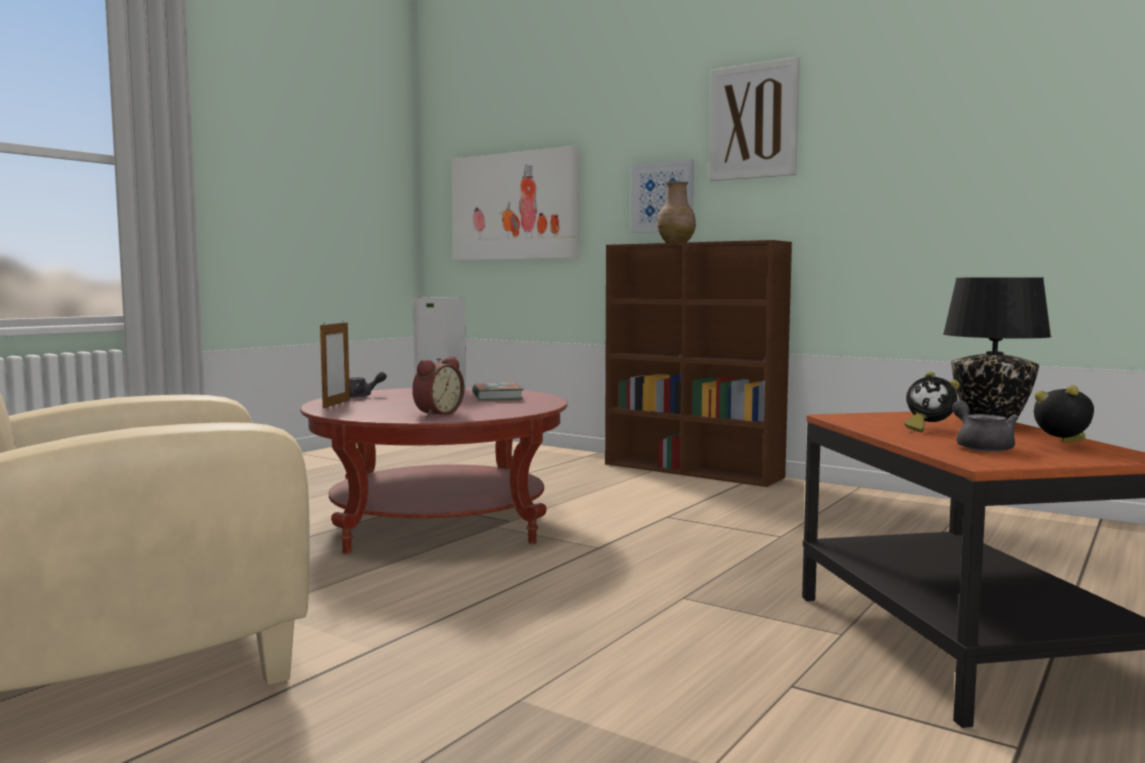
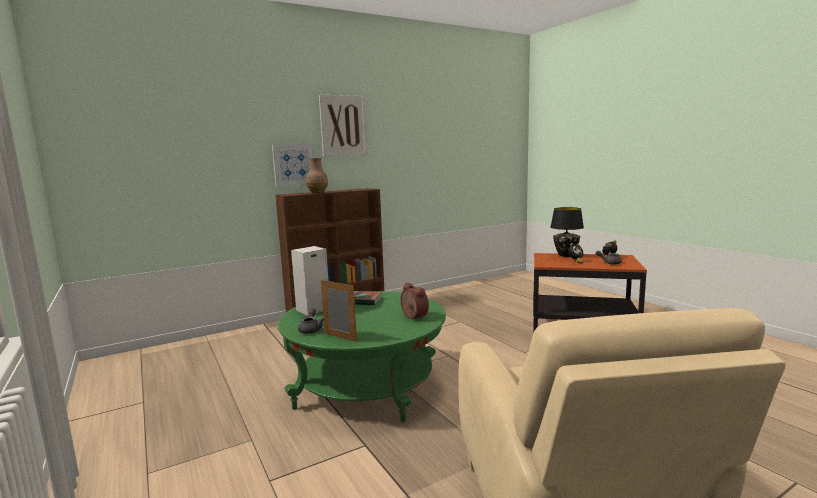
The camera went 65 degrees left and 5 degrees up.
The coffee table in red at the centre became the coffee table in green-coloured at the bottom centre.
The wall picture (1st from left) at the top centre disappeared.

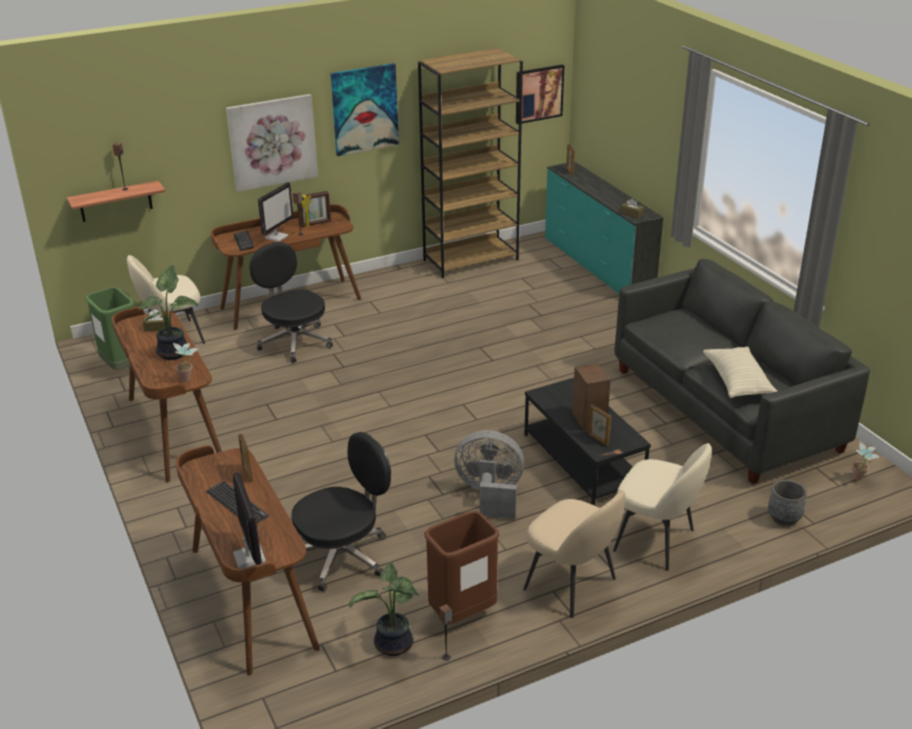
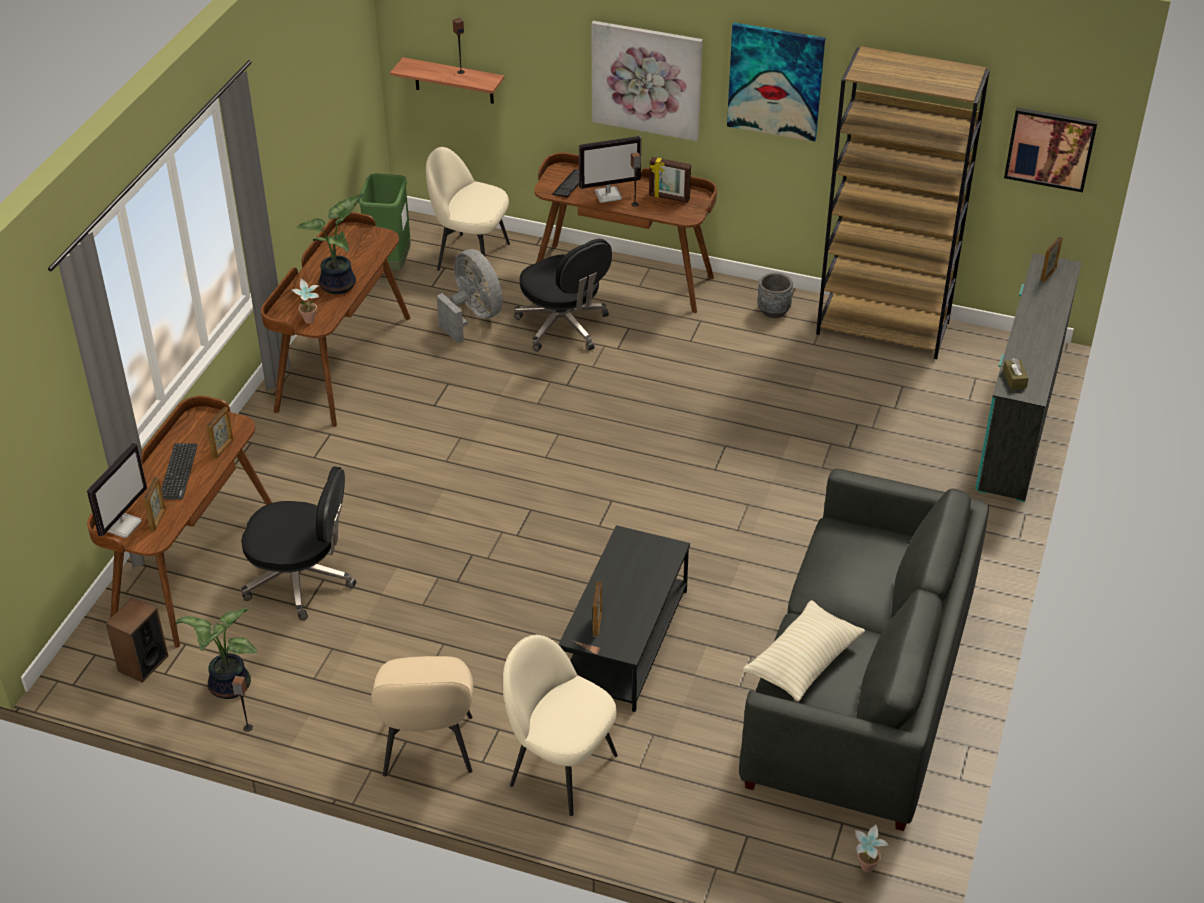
The camera went 45 degrees right and 10 degrees up.
The loudspeaker (4th from left in the first image) moved from the centre to the bottom left.
The photo frame (1st from left) at the middle left appeared.
The cooling fan in grey moved from the centre to the top centre.
The plain chair in beige-coloured (3rd from left) at the bottom right turned 135 degrees clockwise.
The desk chair in black-coloured (1st from left in the first image) at the middle left turned 135 degrees clockwise.
The plant pot in grey moved from the bottom right to the top centre.
The box of tissues in brownish (1st from left) at the middle left disappeared.
The trash can in brownish at the bottom centre disappeared.

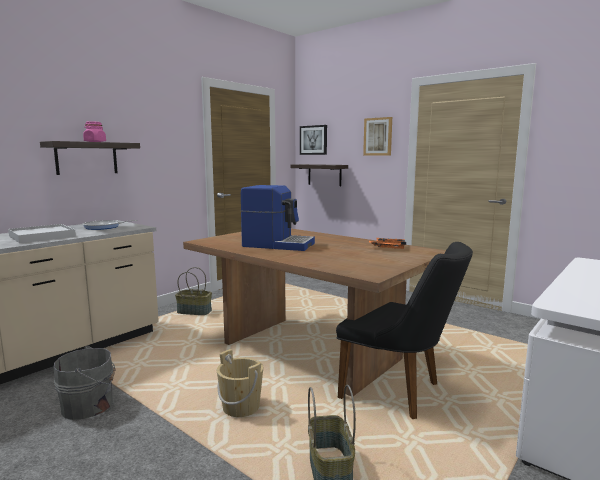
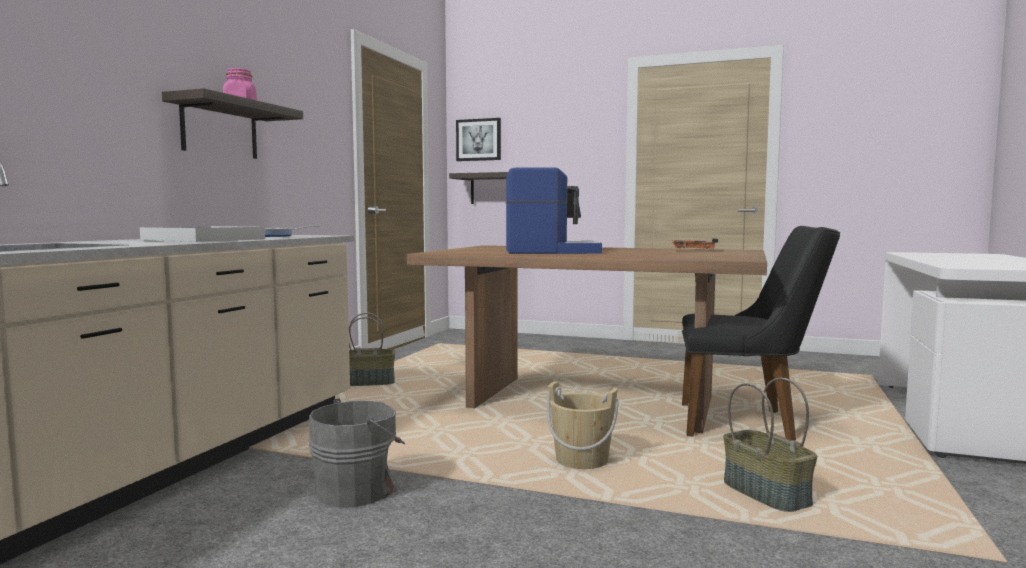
The camera went 20 degrees left and 5 degrees down.
The wall picture (2nd from left) at the top centre disappeared.

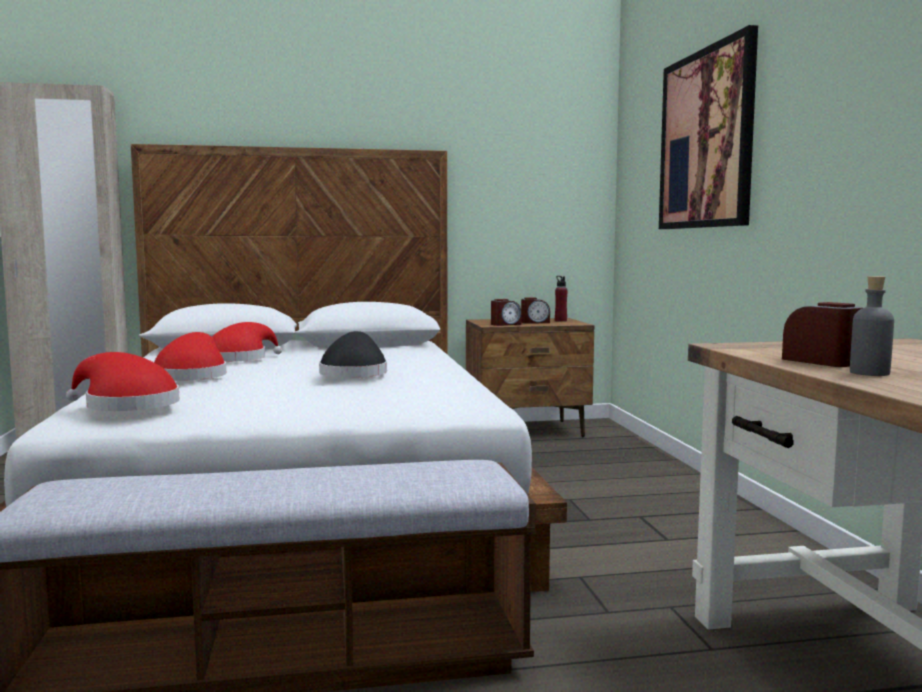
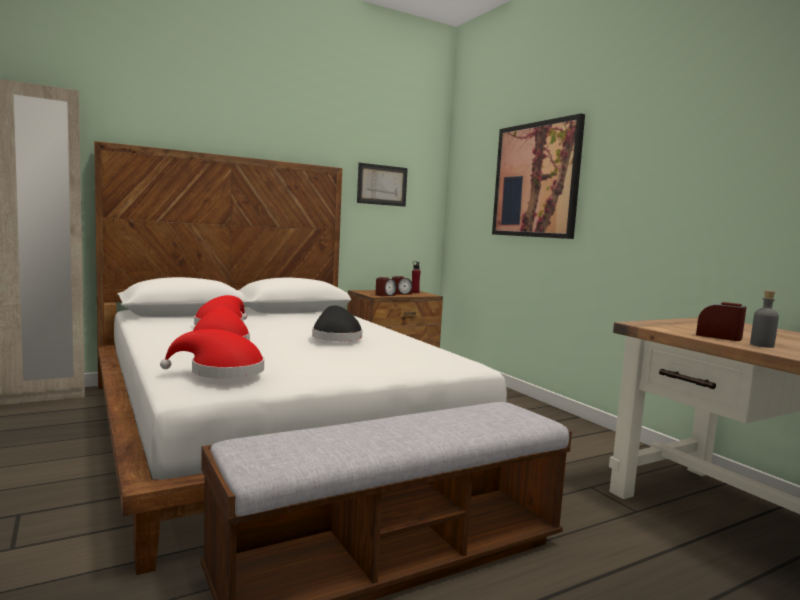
The camera went 20 degrees left and 0 degrees up.
The wall picture (1st from left) at the top centre appeared.

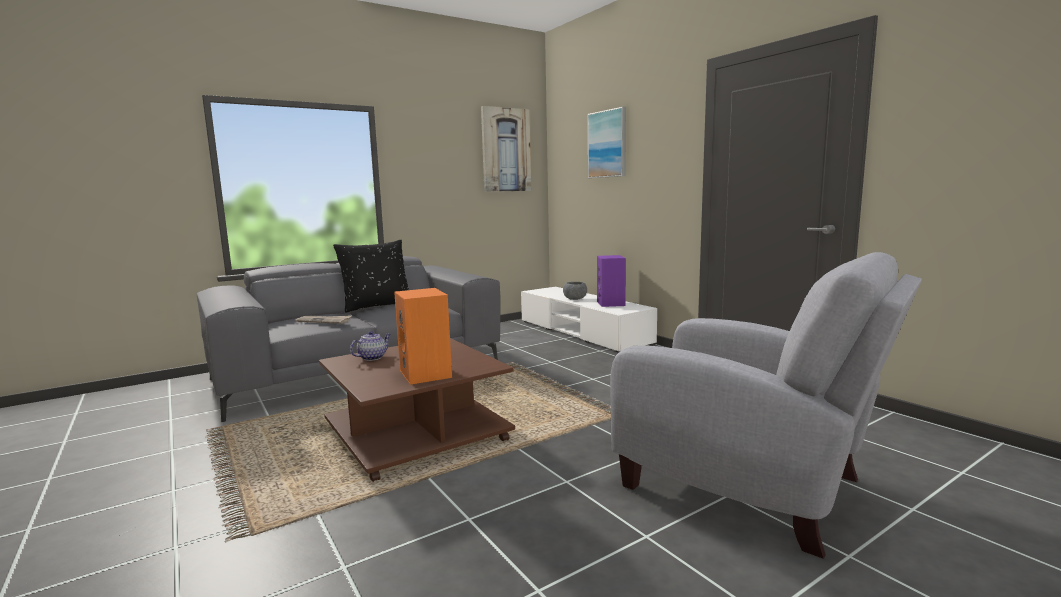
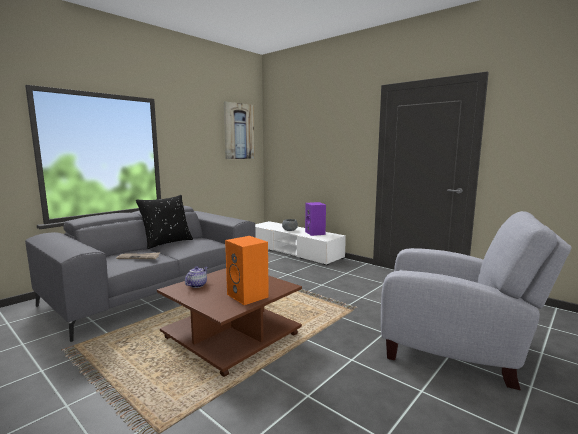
The camera went 15 degrees left and 0 degrees up.
The wall picture (2nd from left) at the top centre disappeared.

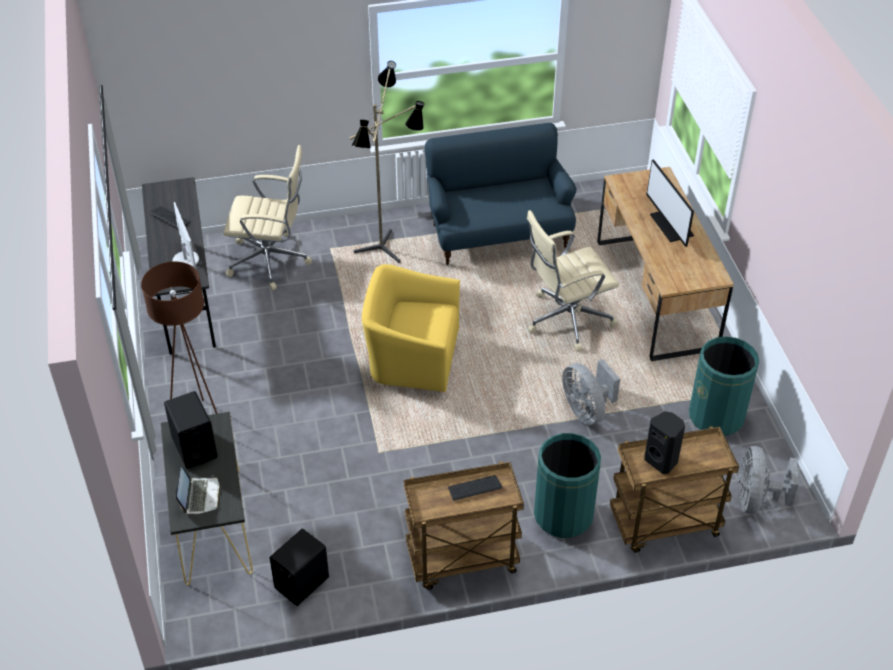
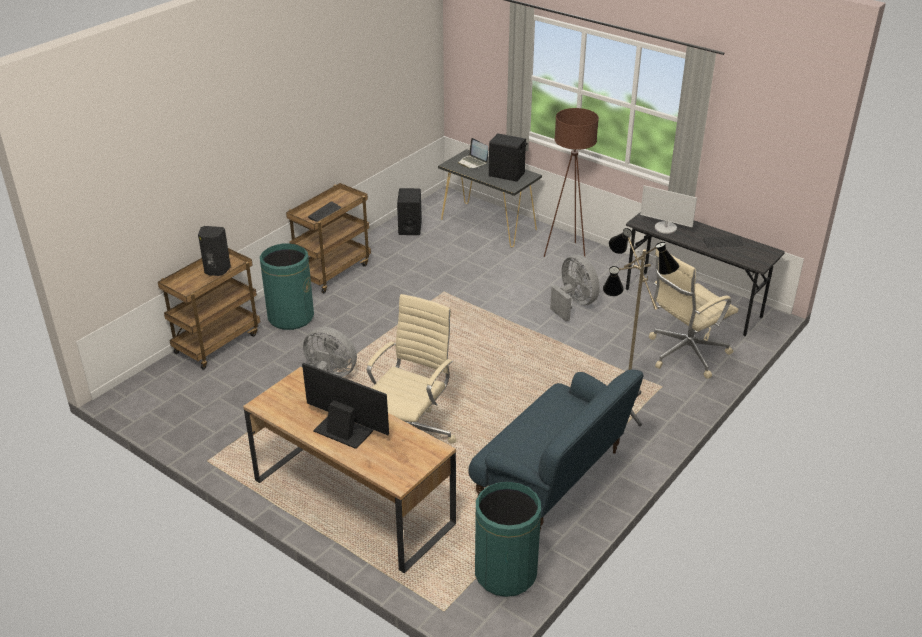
The camera went 140 degrees right and 10 degrees down.
The trash can in green-coloured (2nd from left) moved from the middle right to the bottom centre.
The cooling fan in grey (2nd from left) moved from the bottom right to the centre.
The lounge chair in yellow-coloured at the centre disappeared.

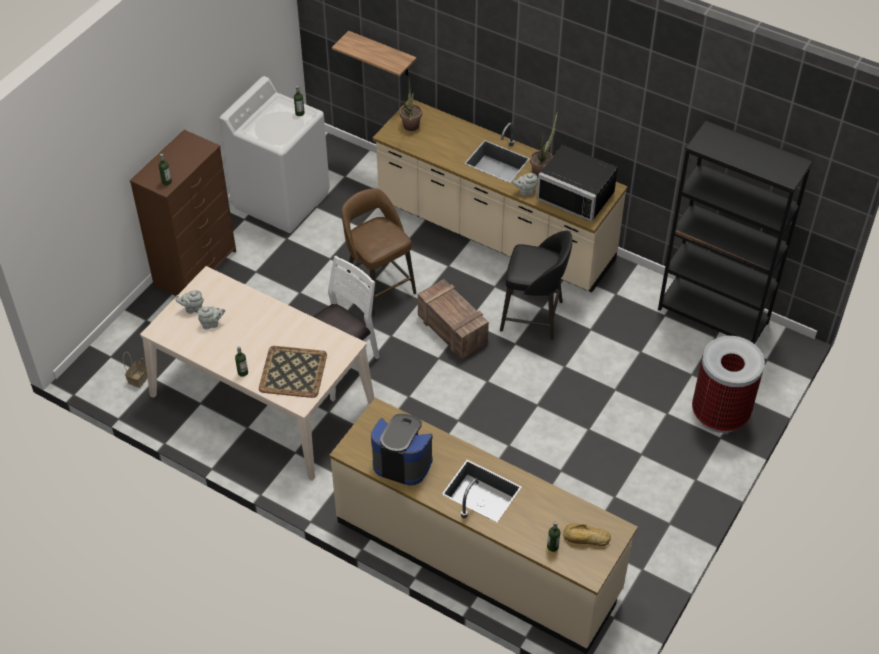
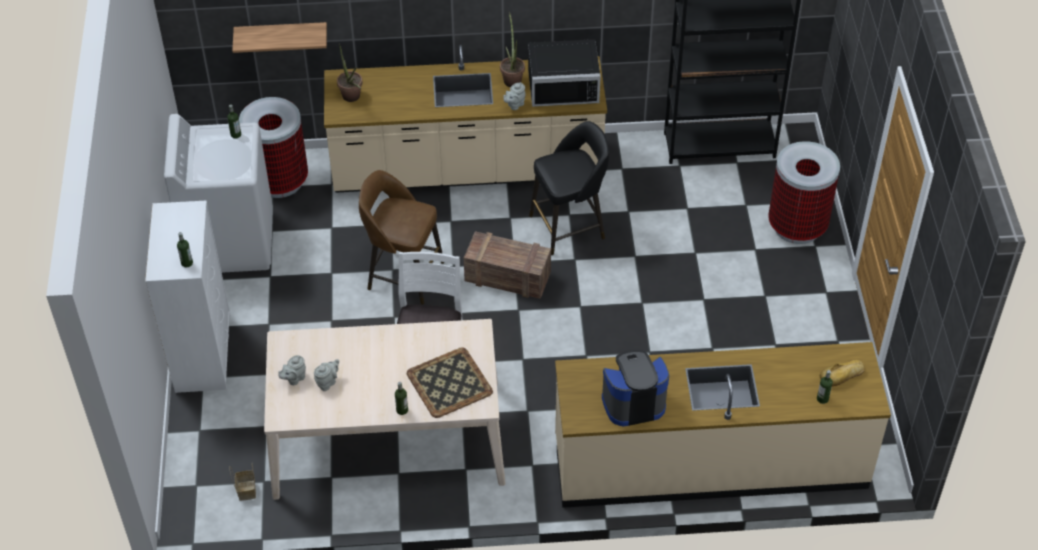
The camera went 35 degrees left and 0 degrees up.
The dresser in brownish at the top left became the dresser in whitish at the middle left.
The trash can (1st from left) at the top left appeared.

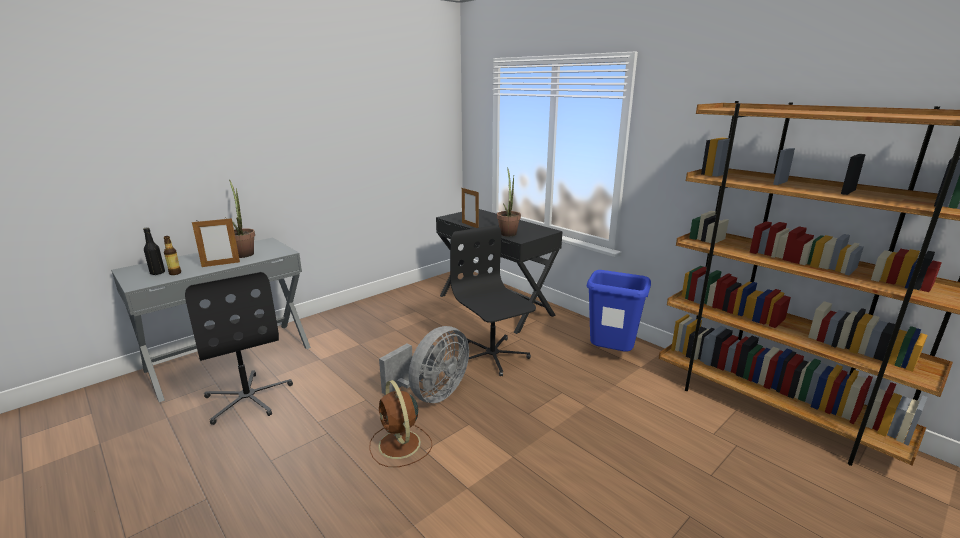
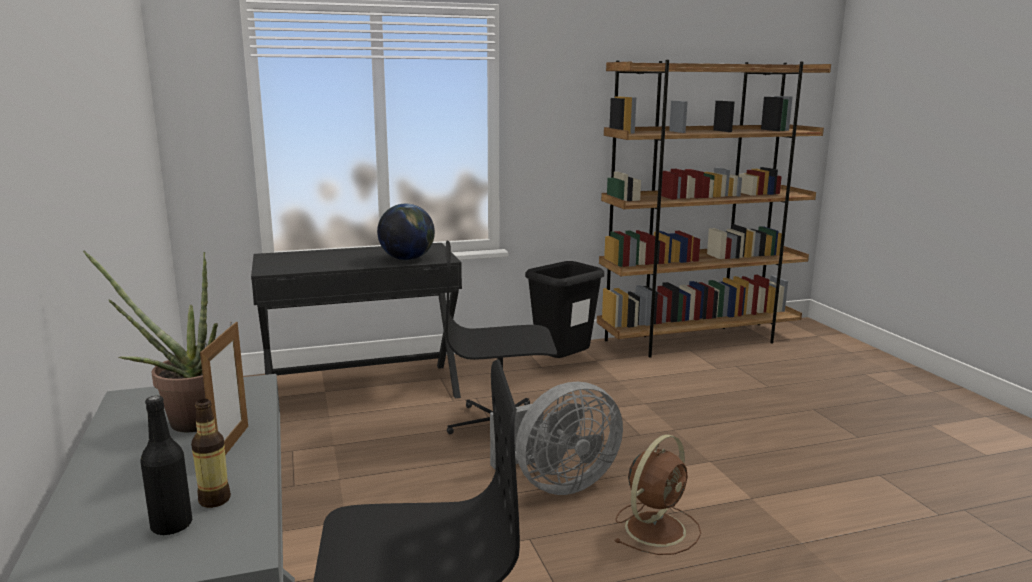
The camera went 65 degrees left and 5 degrees down.
The houseplant (2nd from left) at the centre was replaced by the globe at the centre.
The cooling fan in grey at the bottom centre turned 90 degrees clockwise.
The trash can in blue at the centre became the trash can in black-coloured at the centre.
The cooling fan in brownish at the bottom centre turned 45 degrees counterclockwise.
The photo frame (2nd from left) at the centre disappeared.

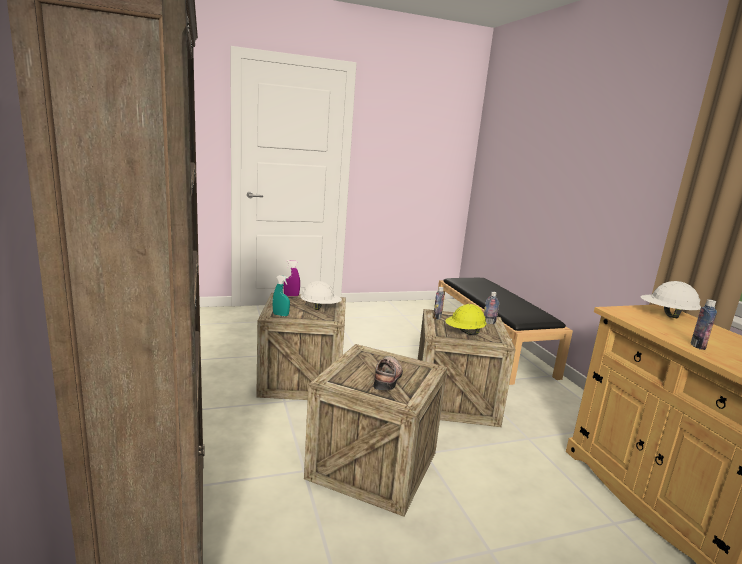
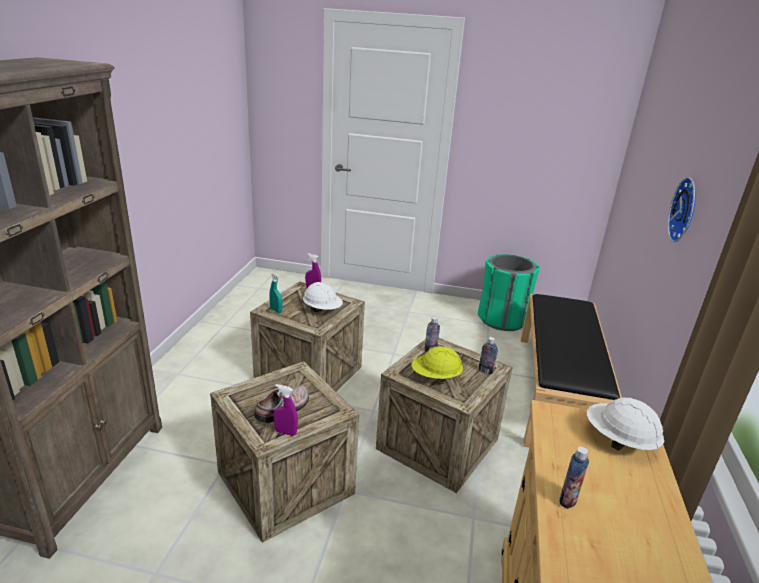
The camera went 30 degrees right and 10 degrees up.
The spray bottle in purple-coloured (1st from left) at the bottom centre appeared.
The trash can in green-coloured at the middle right appeared.
The wall clock at the middle right appeared.

